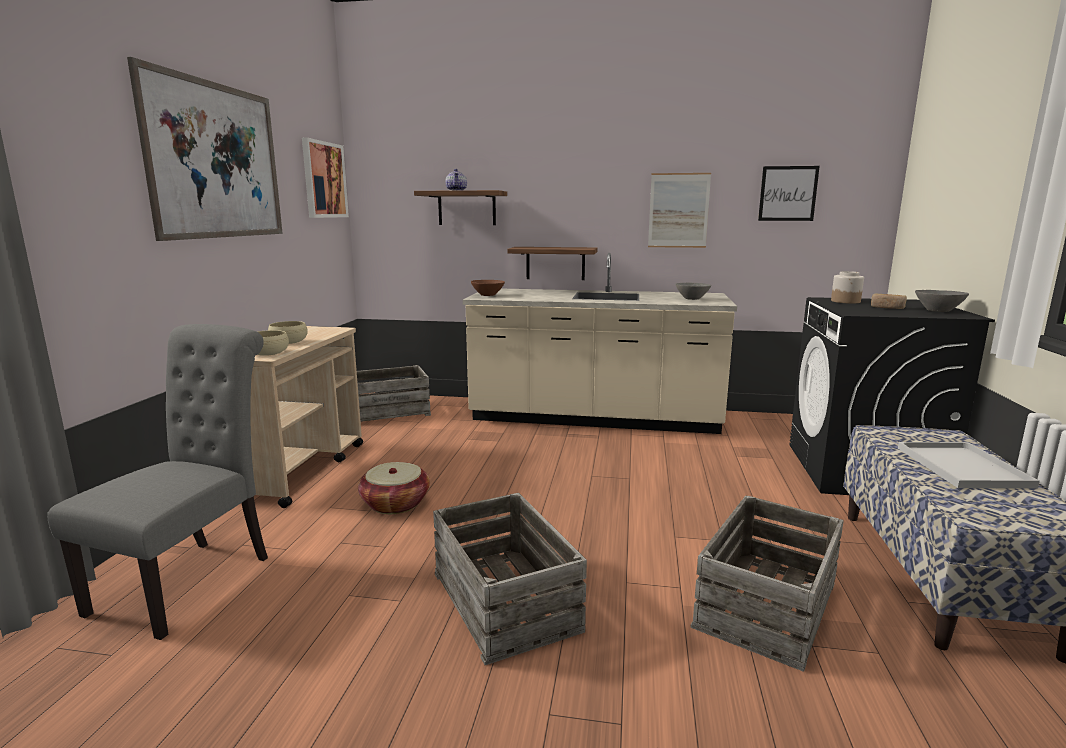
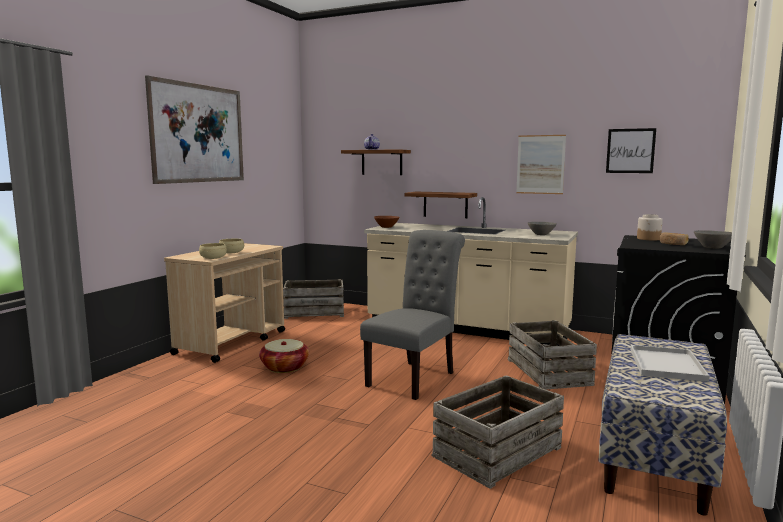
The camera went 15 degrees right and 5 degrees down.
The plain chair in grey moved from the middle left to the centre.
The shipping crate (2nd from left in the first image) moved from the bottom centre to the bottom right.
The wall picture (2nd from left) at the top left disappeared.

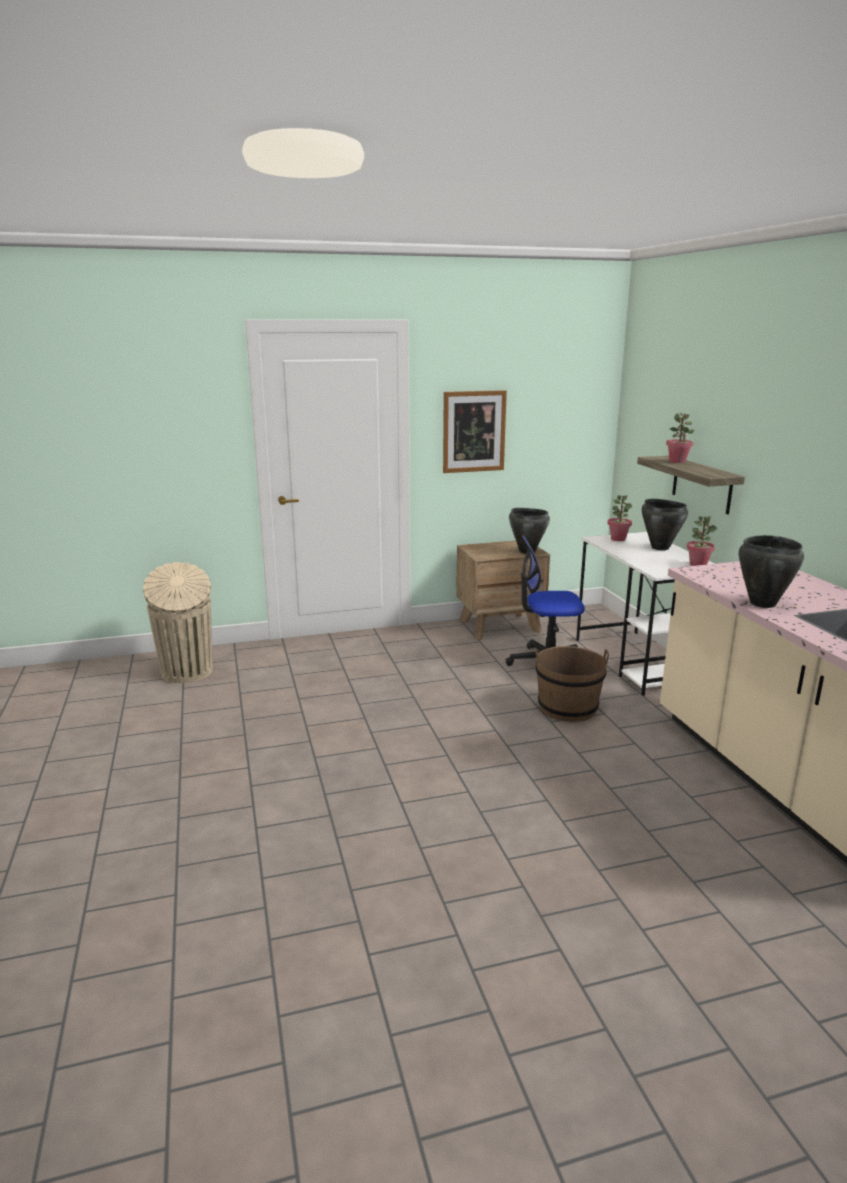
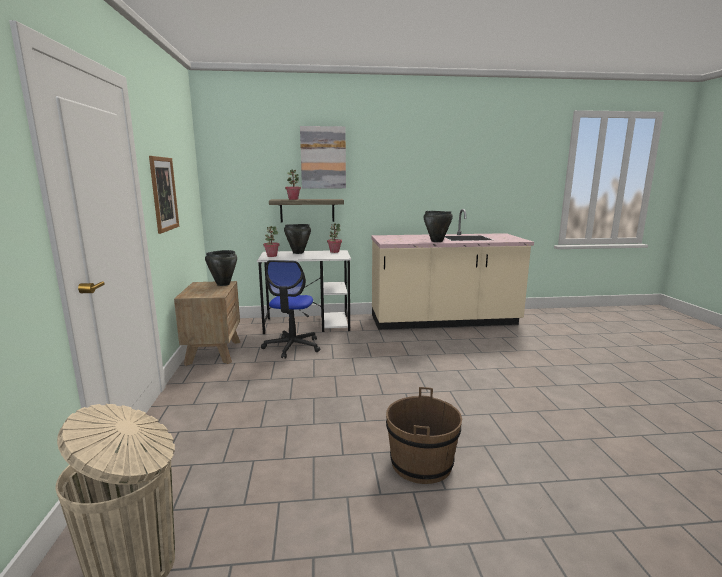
The camera went 80 degrees left and 5 degrees down.
The wall picture (2nd from left) at the top centre appeared.
The pail in brownish moved from the middle right to the bottom centre.

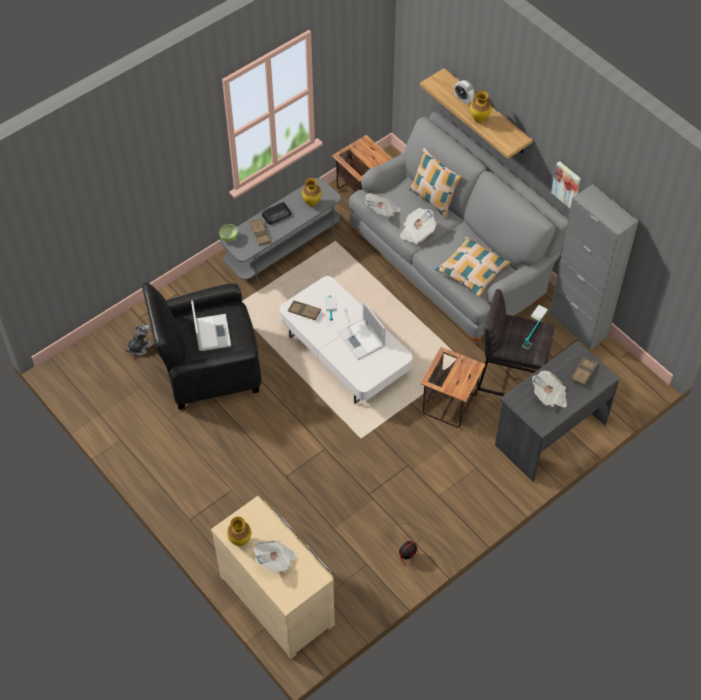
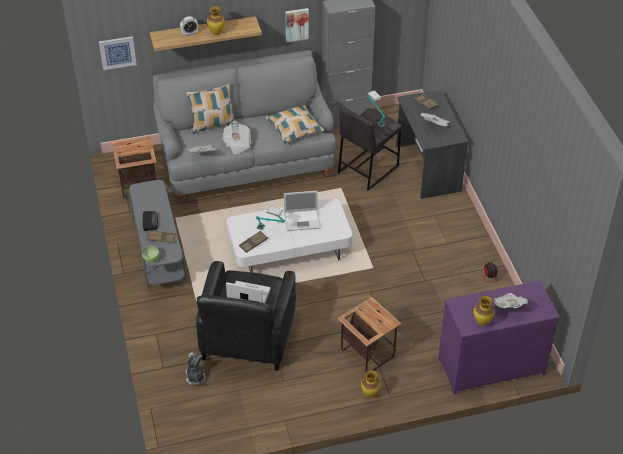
The camera went 65 degrees left and 10 degrees down.
The wall picture (1st from left) at the top left appeared.
The end table (2nd from left) moved from the centre to the bottom centre.
The decorative vase (2nd from left) moved from the top centre to the bottom centre.
The dresser in beige-coloured at the bottom centre became the dresser in purple-coloured at the bottom right.

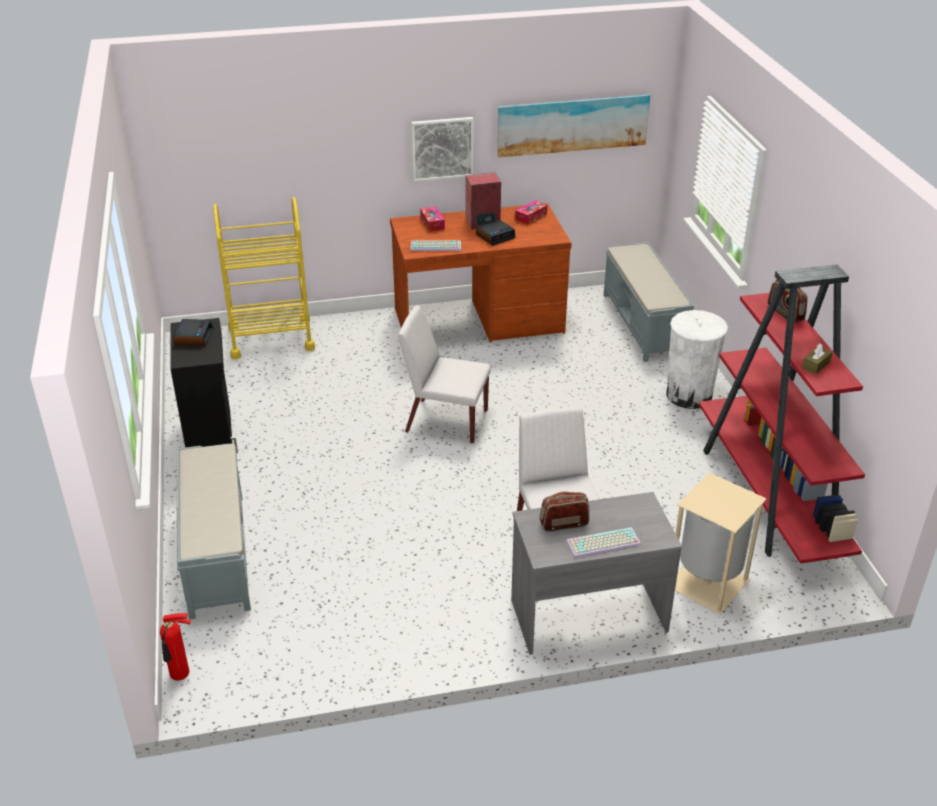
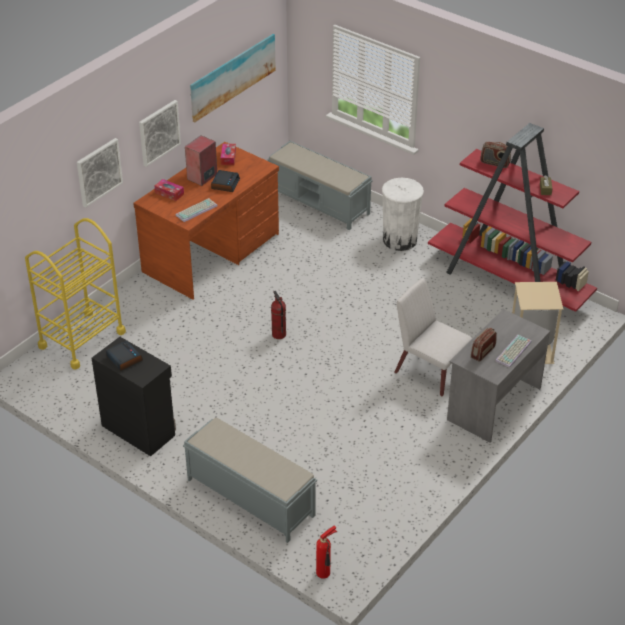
The camera went 40 degrees left and 5 degrees up.
The wall picture (1st from left) at the top left appeared.
The plain chair in whitish (1st from left) at the centre was replaced by the fire extinguisher (1st from left) at the centre.

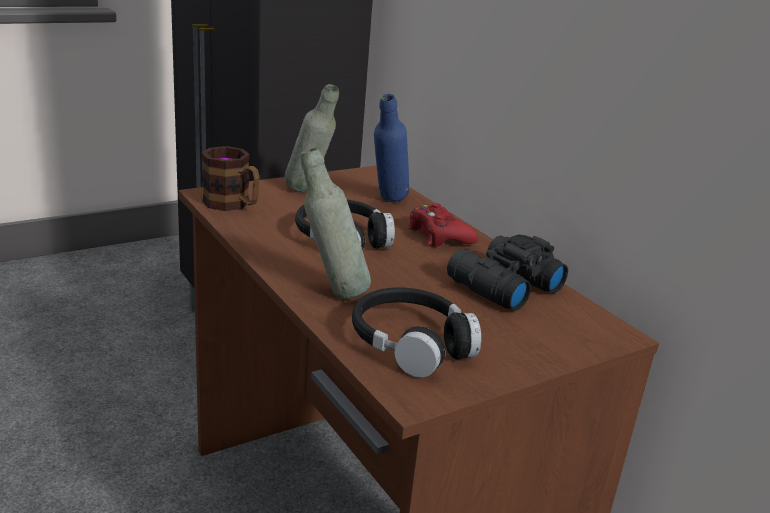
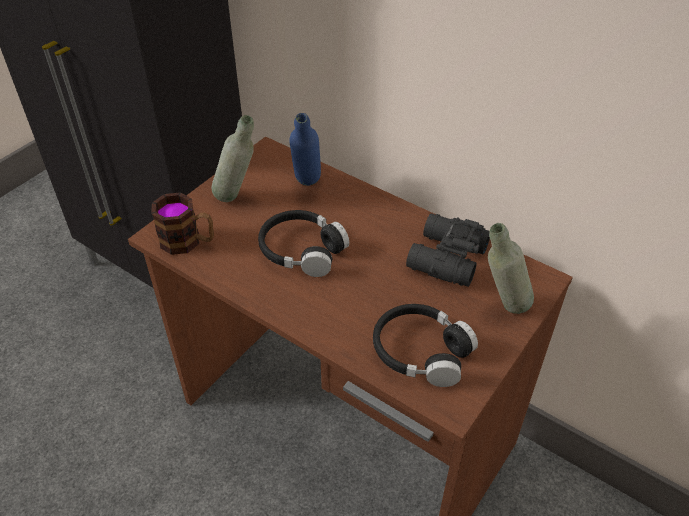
The camera went 20 degrees left and 20 degrees up.
The bottle in grey (2nd from left) moved from the centre to the middle right.
The gamepad in red at the centre disappeared.

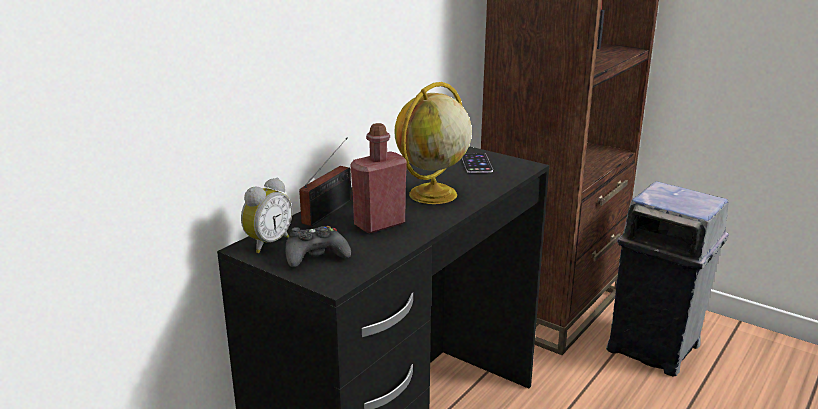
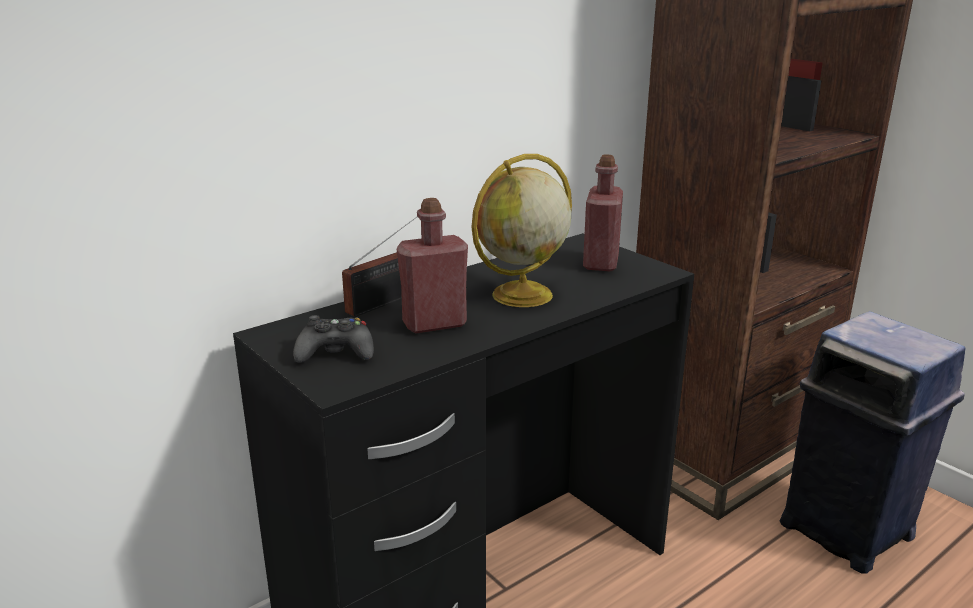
The camera went 15 degrees right and 0 degrees up.
The telephone at the centre was replaced by the bottle in red (2nd from left) at the centre.
The trash can in grey at the bottom right became the trash can in blue at the bottom right.
The bedside clock at the middle left disappeared.

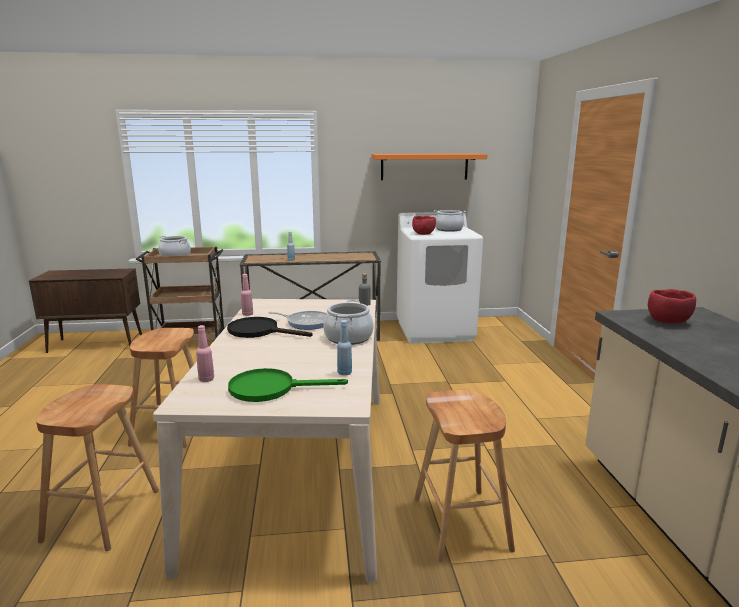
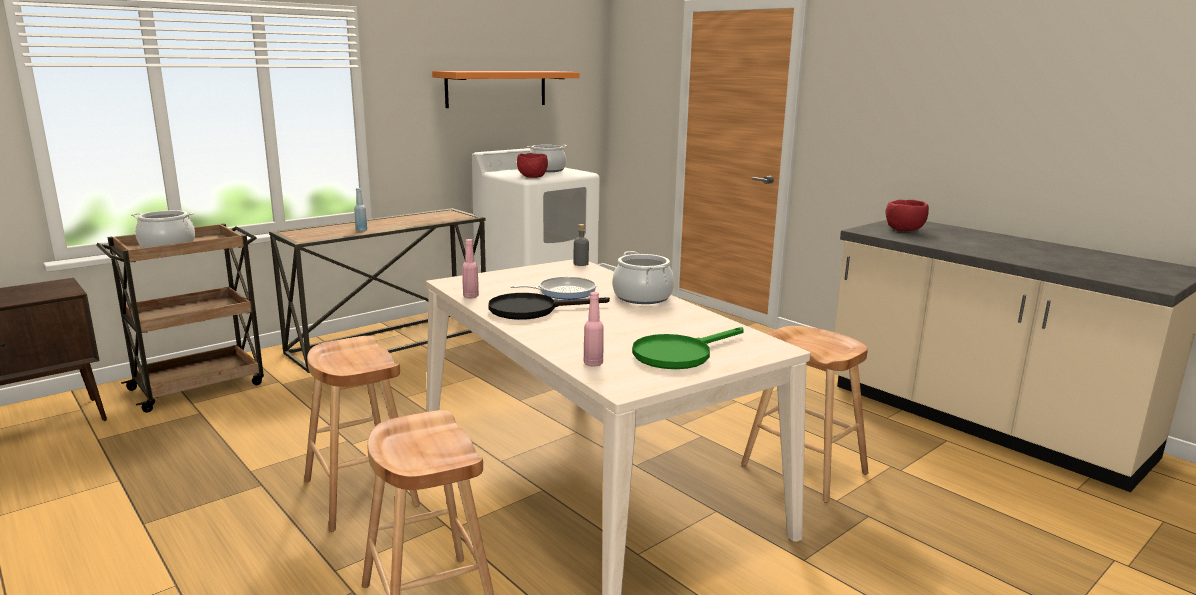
The camera went 35 degrees left and 0 degrees up.
The bottle in blue (2nd from left) at the centre disappeared.

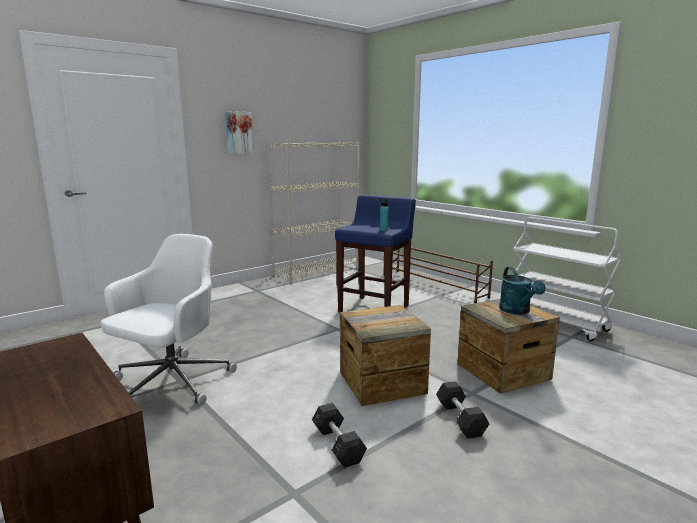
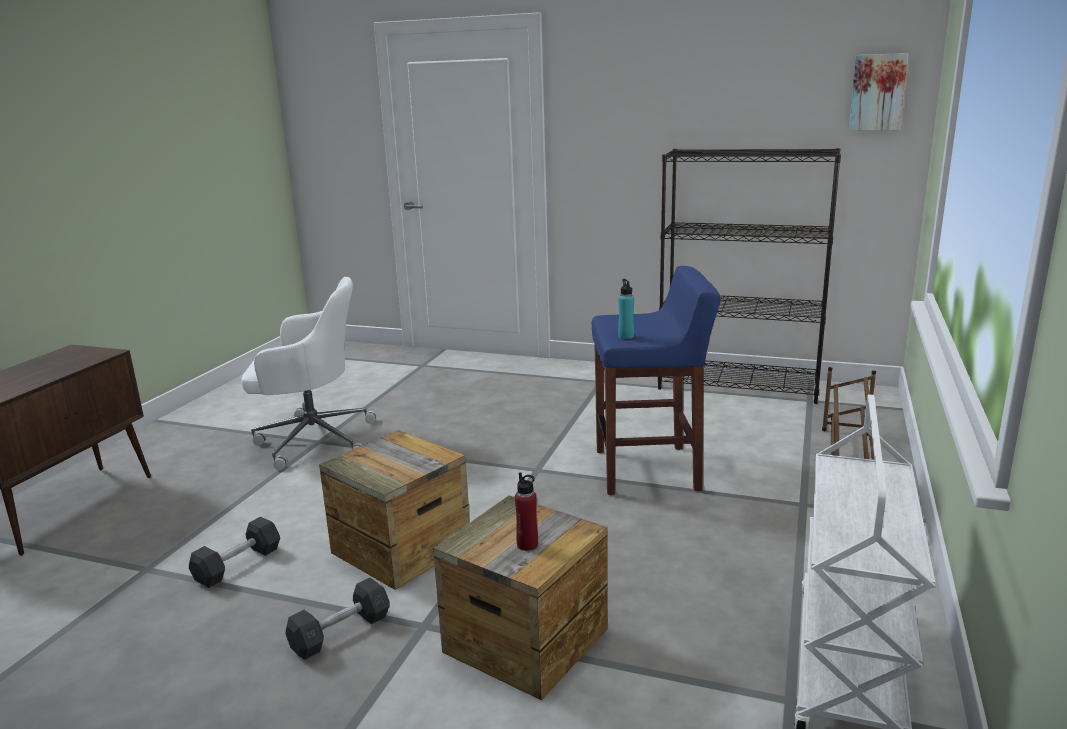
The camera went 60 degrees right and 5 degrees up.
The sprinkling can in turquoise at the middle right was replaced by the bottle in red at the bottom centre.
The bookshelf in beige-coloured at the centre became the bookshelf in black-coloured at the middle right.
The wall picture moved from the top centre to the top right.

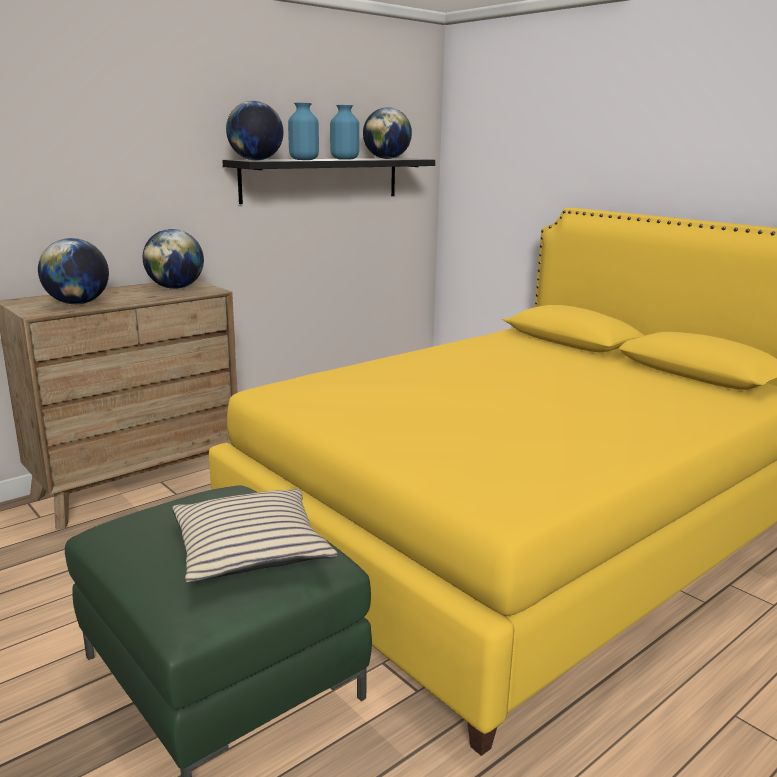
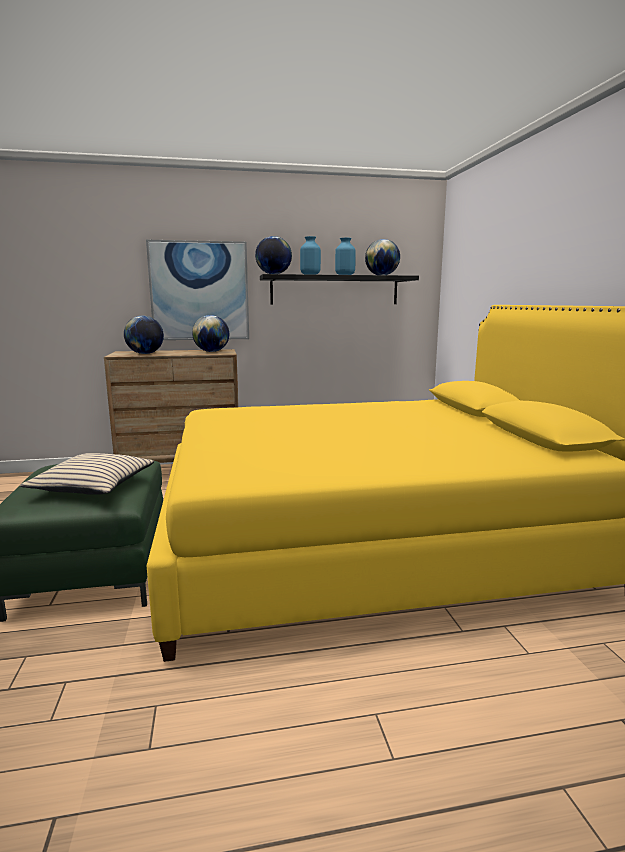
The camera went 30 degrees right and 5 degrees down.
The wall picture at the middle left appeared.

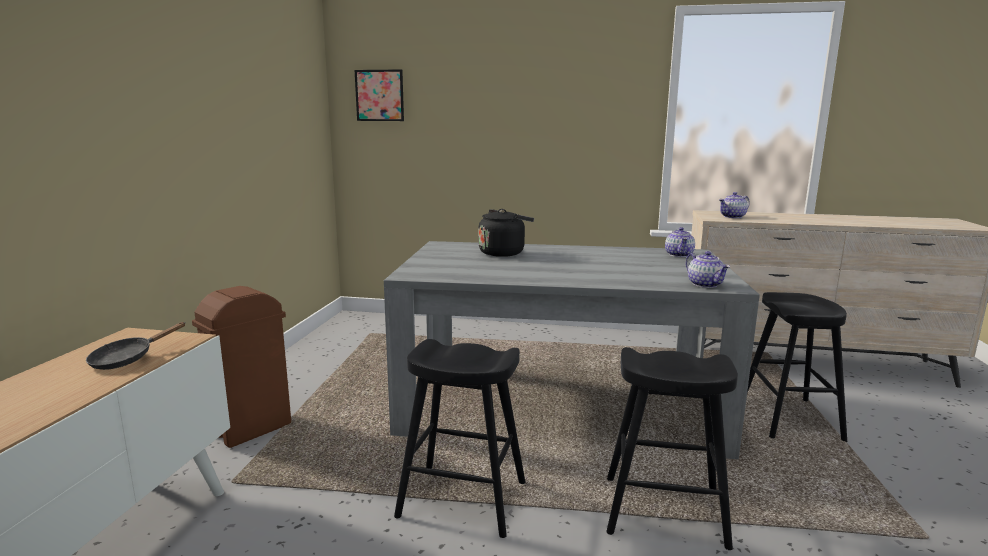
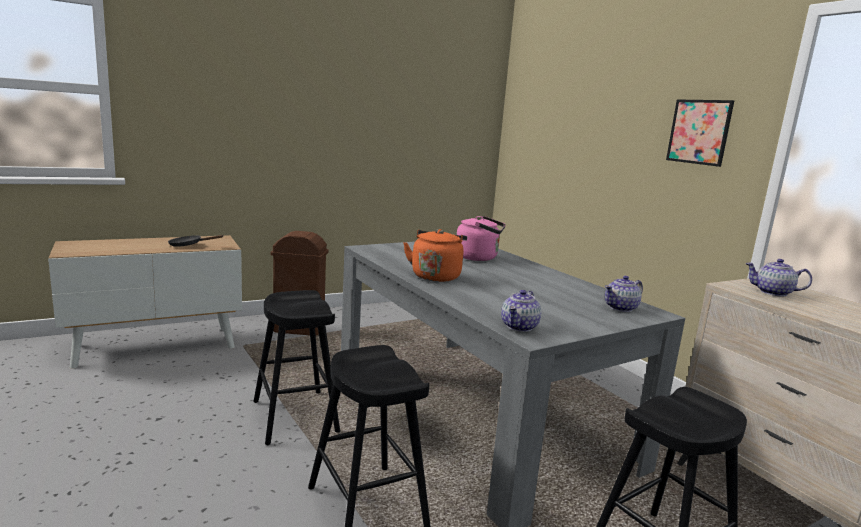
The camera went 50 degrees right and 0 degrees up.
The water kettle in orange-coloured at the centre appeared.
The water kettle in black-coloured at the centre became the water kettle in pink-coloured at the centre.
The wall picture moved from the top centre to the top right.

